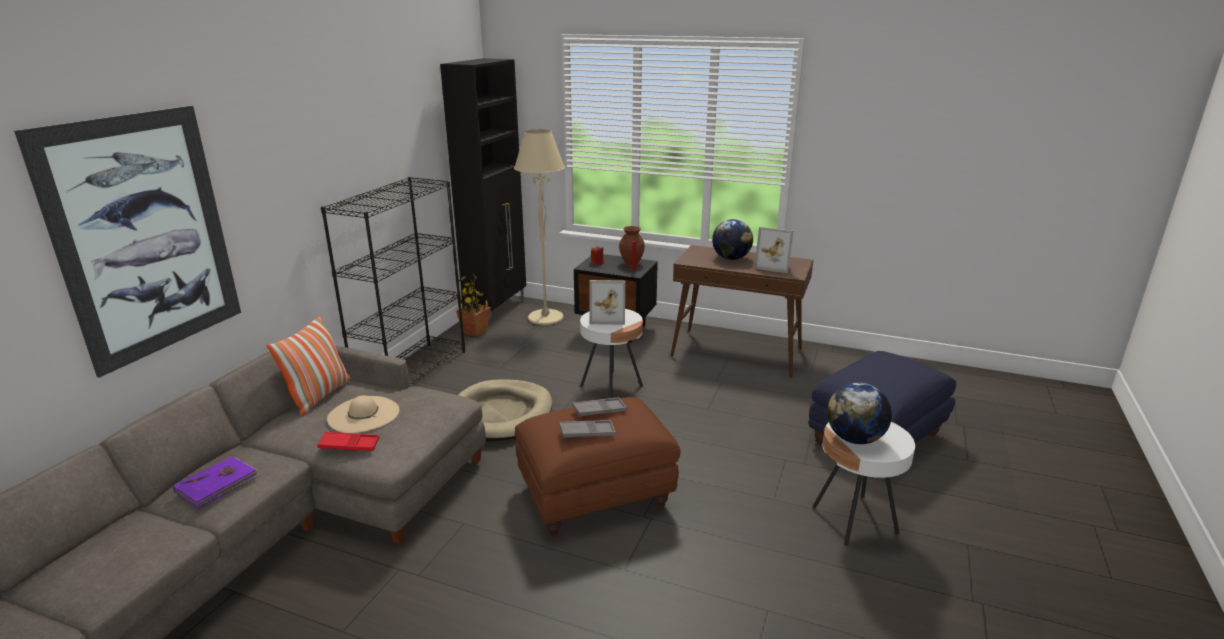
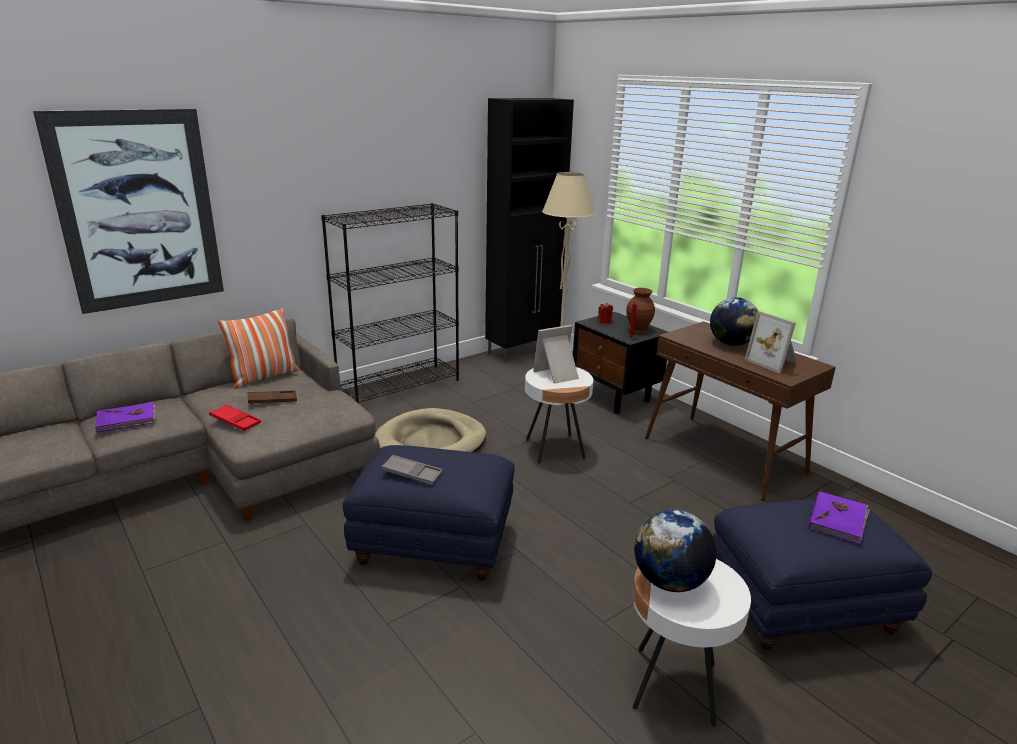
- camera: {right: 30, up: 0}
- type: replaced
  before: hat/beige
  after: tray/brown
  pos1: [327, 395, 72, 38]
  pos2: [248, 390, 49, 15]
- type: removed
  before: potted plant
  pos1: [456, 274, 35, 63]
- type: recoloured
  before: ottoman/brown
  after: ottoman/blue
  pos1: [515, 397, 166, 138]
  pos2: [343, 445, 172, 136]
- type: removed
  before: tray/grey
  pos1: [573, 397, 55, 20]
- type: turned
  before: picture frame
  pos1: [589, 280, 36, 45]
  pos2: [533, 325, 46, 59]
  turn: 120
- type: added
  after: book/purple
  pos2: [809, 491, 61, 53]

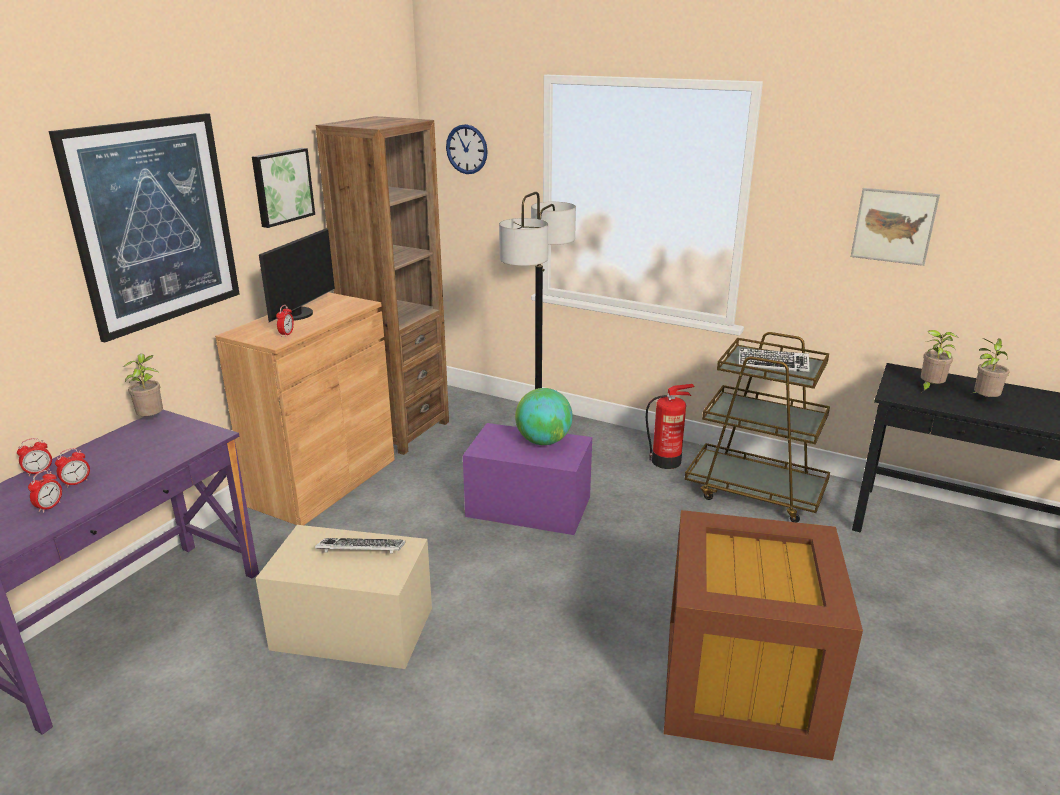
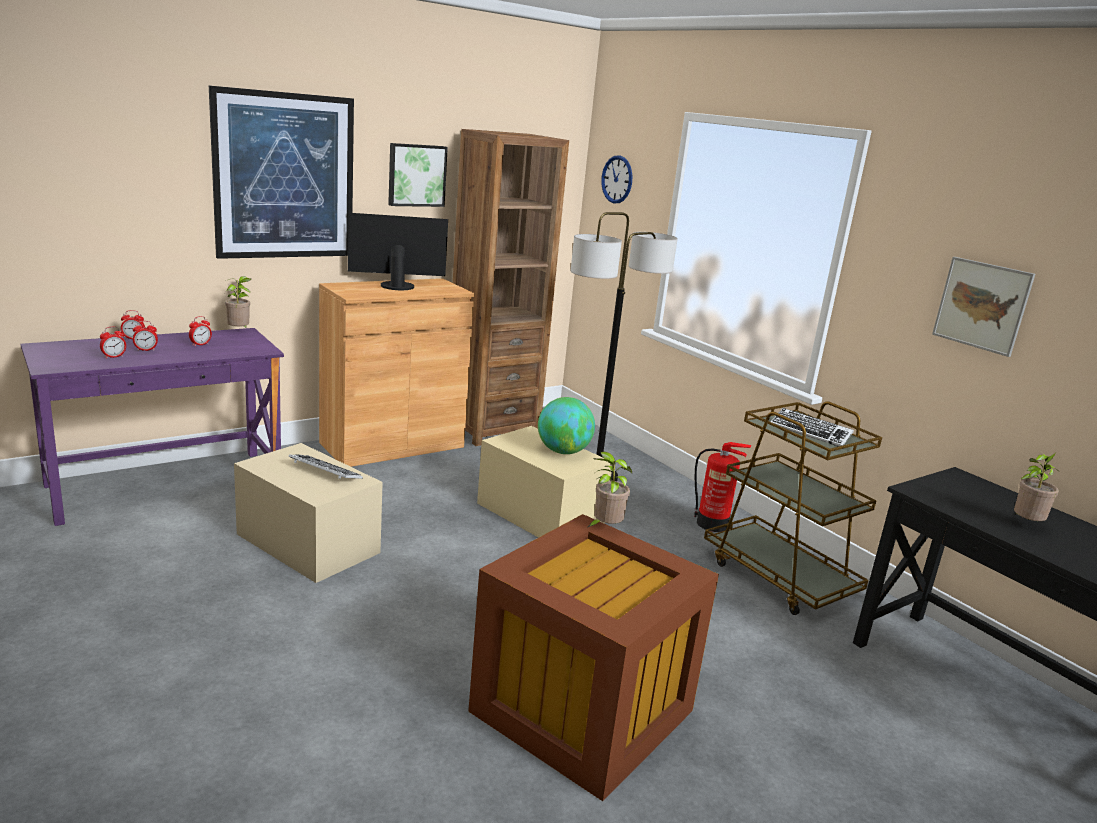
- camera: {right: 25, up: -5}
- type: turned
  before: monitor
  pos1: [259, 228, 76, 94]
  pos2: [348, 213, 100, 77]
  turn: -150
- type: moved
  before: alarm clock
  pos1: [276, 305, 18, 32]
  pos2: [189, 316, 23, 30]
- type: recoloured
  before: storage box/purple
  after: storage box/beige
  pos1: [463, 423, 129, 112]
  pos2: [477, 426, 135, 112]
- type: moved
  before: potted plant
  pos1: [921, 330, 37, 62]
  pos2: [588, 452, 44, 75]

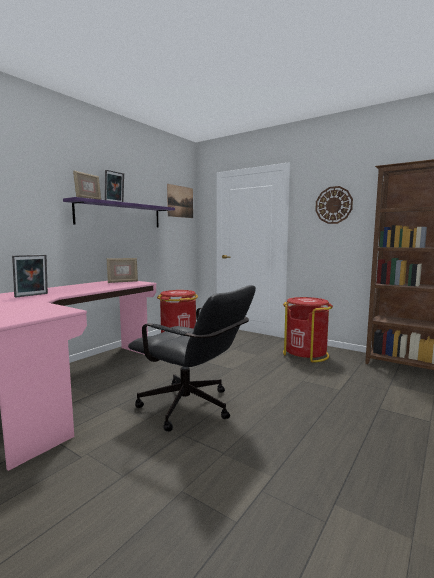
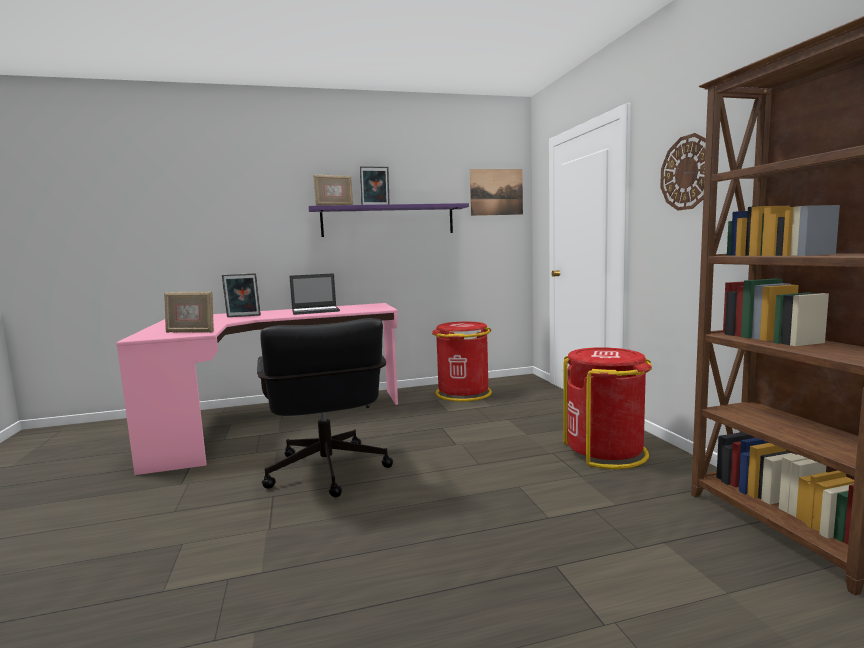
- camera: {right: 40, up: 0}
- type: moved
  before: picture frame
  pos1: [106, 258, 32, 25]
  pos2: [164, 291, 50, 42]
- type: added
  after: laptop
  pos2: [289, 273, 51, 42]

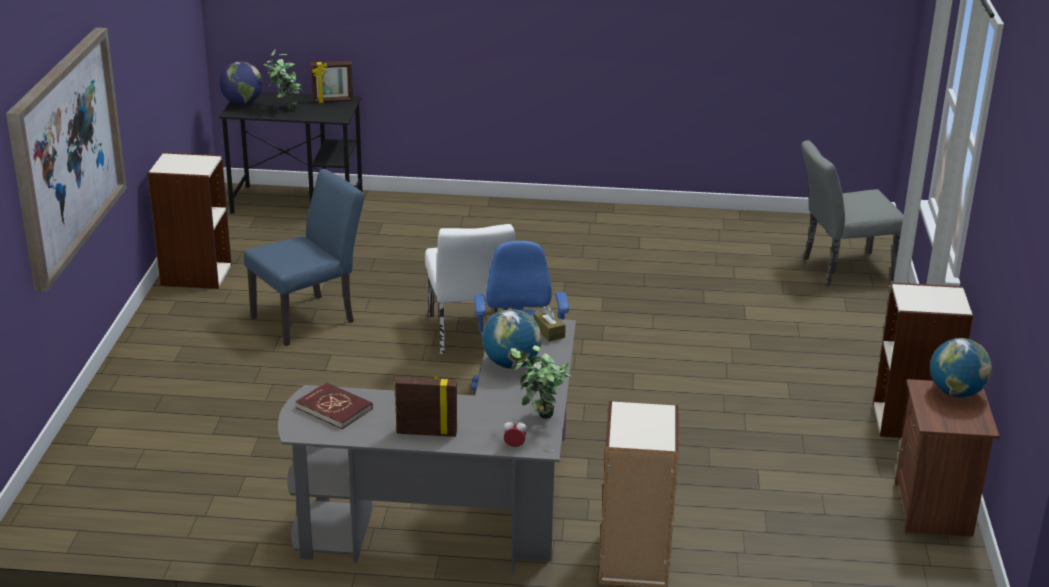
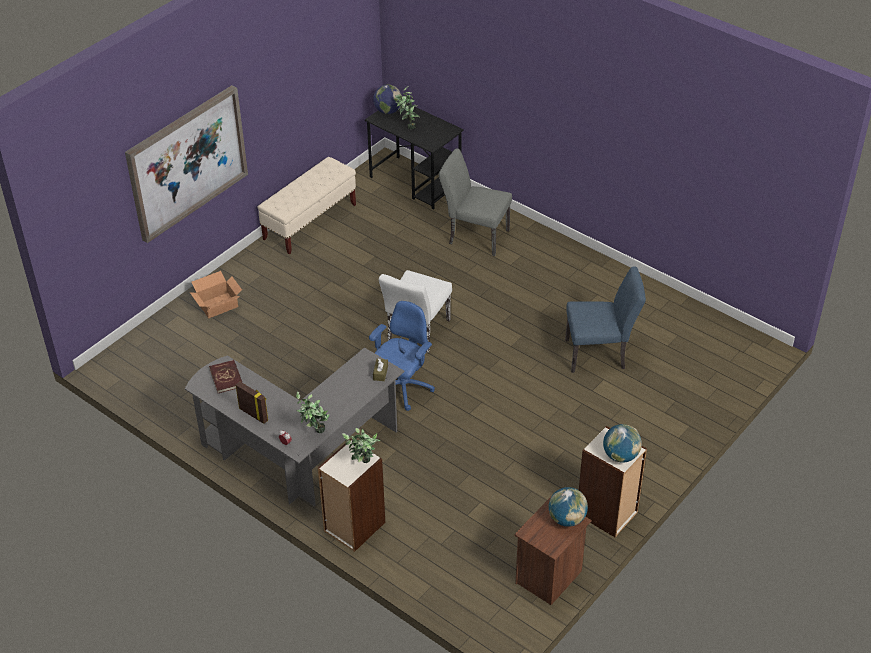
- camera: {right: 35, up: 15}
- type: replaced
  before: bookcase
  after: bench/beige
  pos1: [148, 152, 84, 137]
  pos2: [257, 157, 99, 97]
- type: moved
  before: chair/blue
  pos1: [244, 169, 120, 177]
  pos2: [565, 267, 81, 106]
- type: removed
  before: picture frame
  pos1: [311, 61, 42, 42]
- type: moved
  before: globe
  pos1: [483, 309, 59, 60]
  pos2: [603, 424, 39, 39]
- type: moved
  before: chair/grey
  pos1: [801, 140, 102, 147]
  pos2: [439, 148, 73, 108]
- type: added
  after: cardboard box
  pos2: [190, 271, 52, 47]
- type: added
  after: potted plant
  pos2: [342, 428, 39, 35]

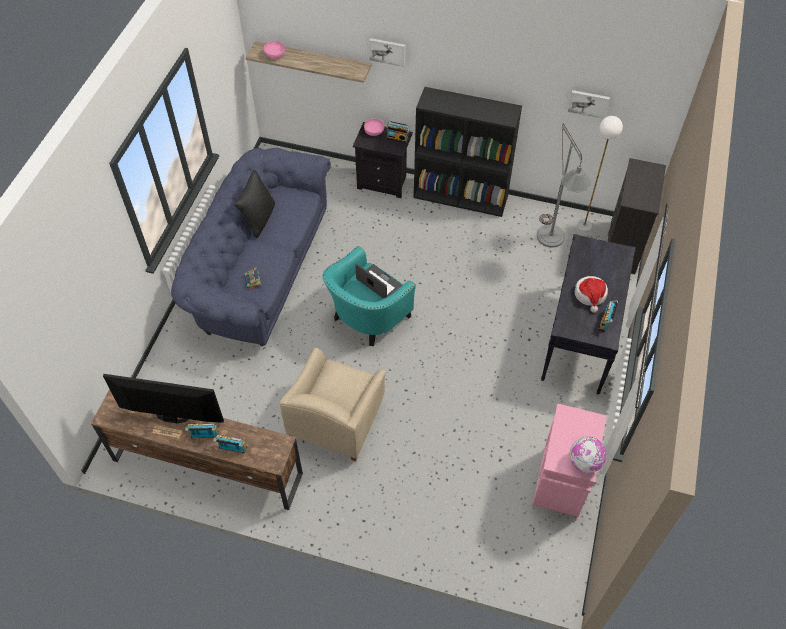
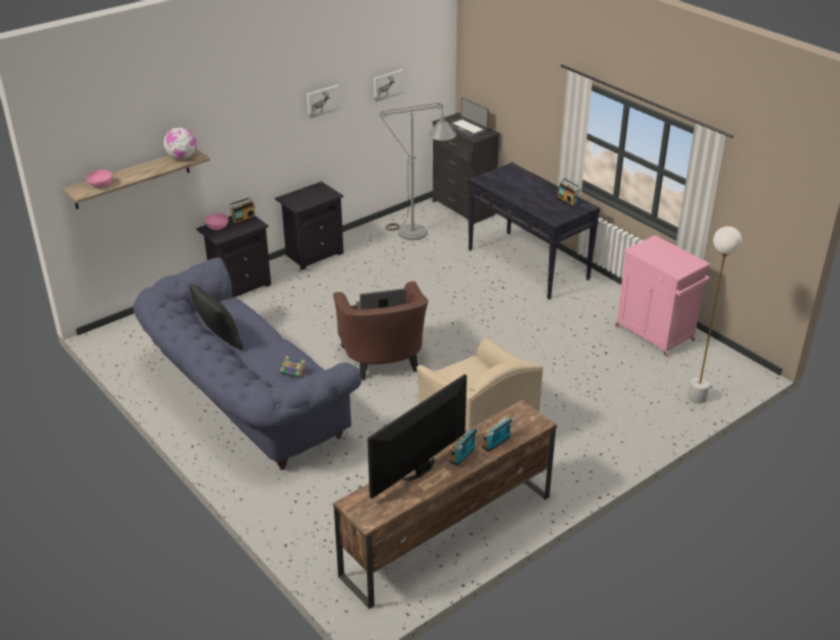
- camera: {right: -55, up: -20}
- type: recoloured
  before: armchair/turquoise
  after: armchair/brown
  pos1: [323, 246, 93, 100]
  pos2: [333, 281, 95, 99]
- type: moved
  before: picture
  pos1: [369, 38, 37, 29]
  pos2: [307, 84, 34, 35]
- type: replaced
  before: bookcase/black
  after: nightstand/black
  pos1: [414, 87, 108, 130]
  pos2: [275, 181, 69, 89]
- type: moved
  before: globe
  pos1: [570, 437, 37, 36]
  pos2: [163, 127, 34, 33]
- type: moved
  before: floor lamp/white
  pos1: [575, 116, 48, 121]
  pos2: [688, 226, 54, 178]
- type: removed
  before: hat
  pos1: [575, 276, 33, 37]
- type: added
  after: laptop
  pos2: [448, 98, 41, 40]

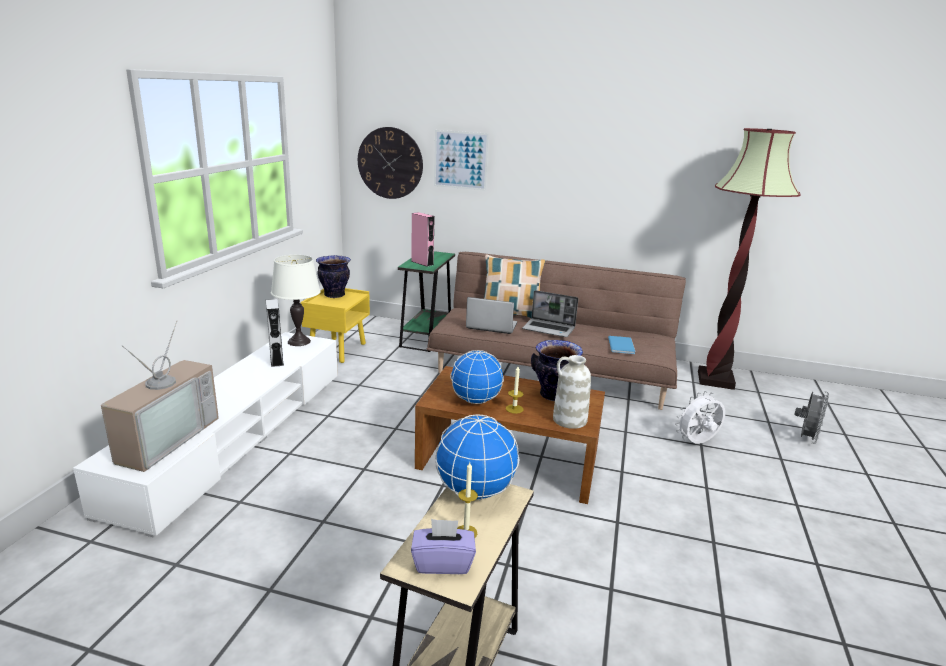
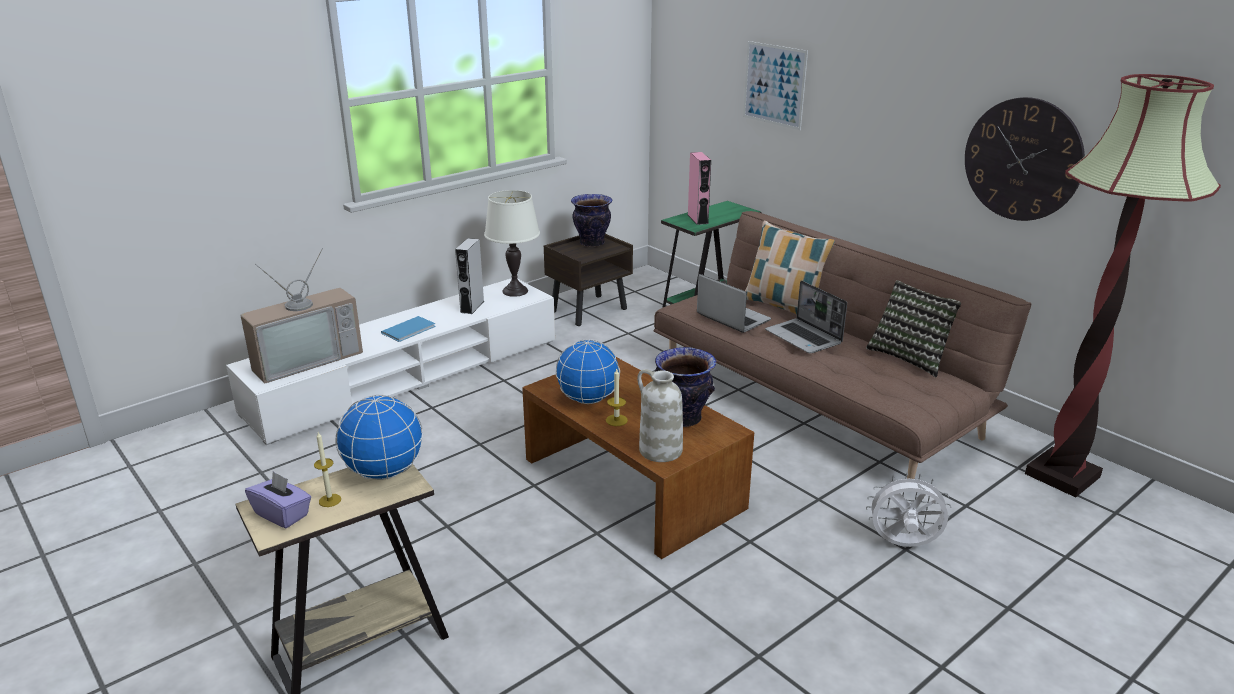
- camera: {right: 35, up: 5}
- type: recoloured
  before: nightstand/yellow
  after: nightstand/brown
  pos1: [300, 288, 70, 75]
  pos2: [544, 234, 89, 92]
- type: moved
  before: wall clock
  pos1: [358, 127, 65, 72]
  pos2: [965, 97, 120, 124]
- type: moved
  before: book/blue
  pos1: [608, 336, 27, 18]
  pos2: [381, 316, 54, 26]
- type: removed
  before: fan/grey
  pos1: [794, 391, 35, 53]
- type: added
  after: pillow
  pos2: [866, 280, 95, 97]

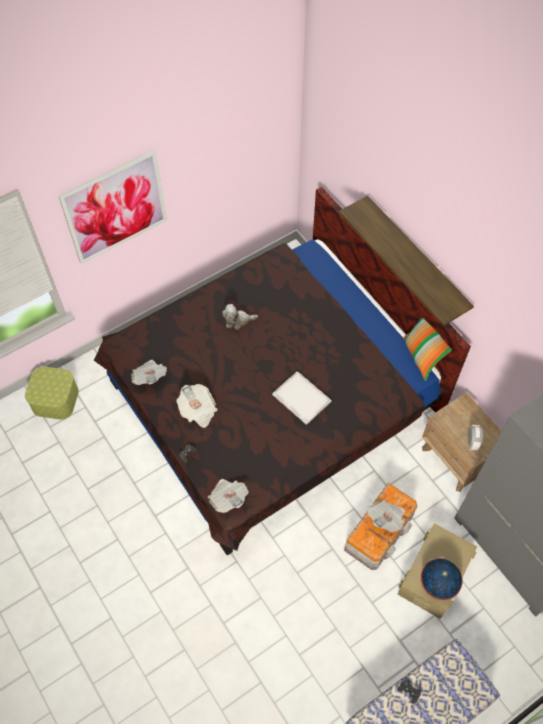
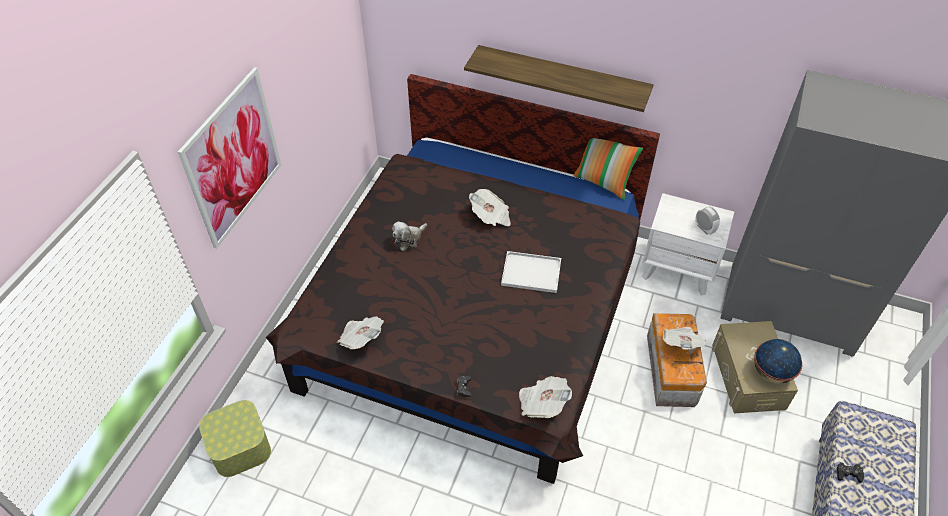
- camera: {right: -35, up: -10}
- type: moved
  before: newspaper
  pos1: [176, 384, 42, 44]
  pos2: [469, 189, 41, 37]
- type: recoloured
  before: nightstand/brown
  after: nightstand/white
  pos1: [422, 392, 80, 100]
  pos2: [642, 193, 92, 102]

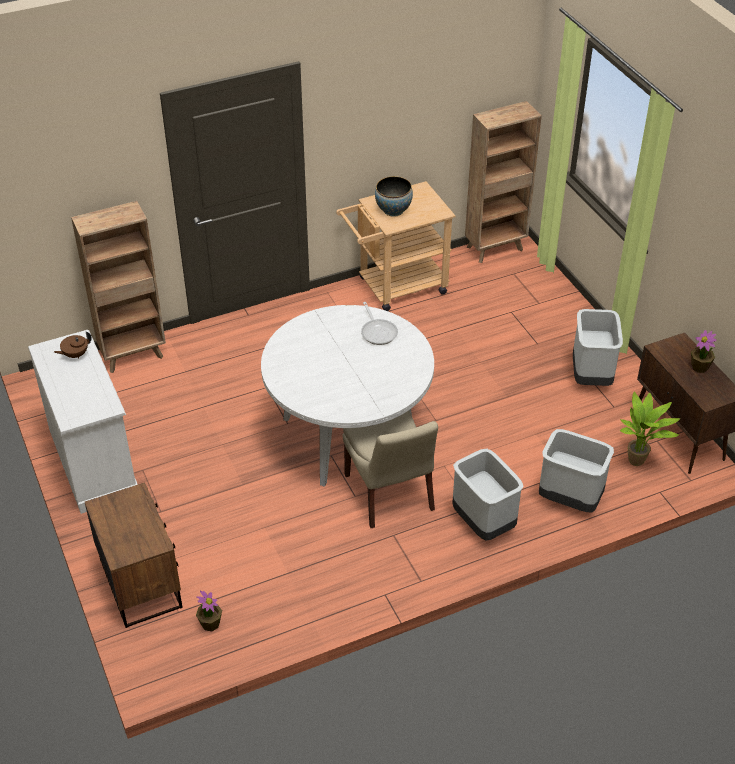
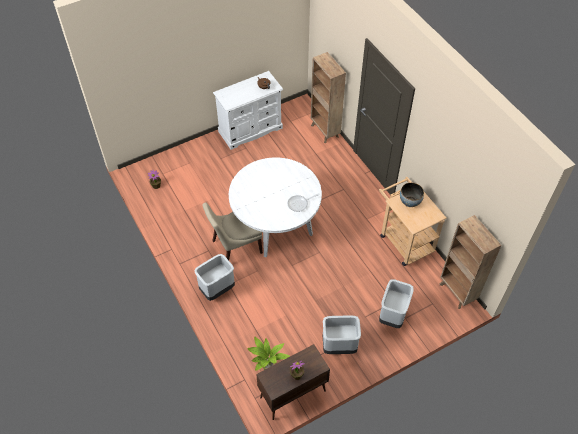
- camera: {right: 85, up: 10}
- type: removed
  before: nightstand/brown
  pos1: [85, 482, 97, 146]
- type: moved
  before: trash can/grey
  pos1: [539, 429, 75, 83]
  pos2: [379, 279, 35, 49]

